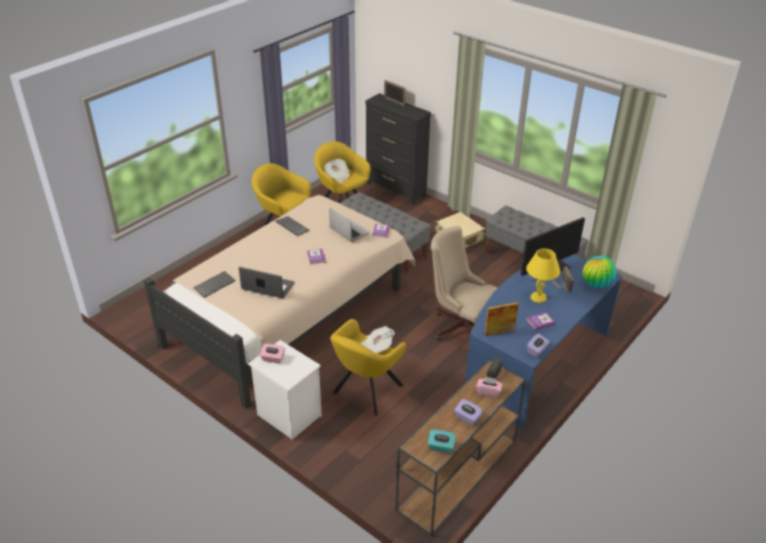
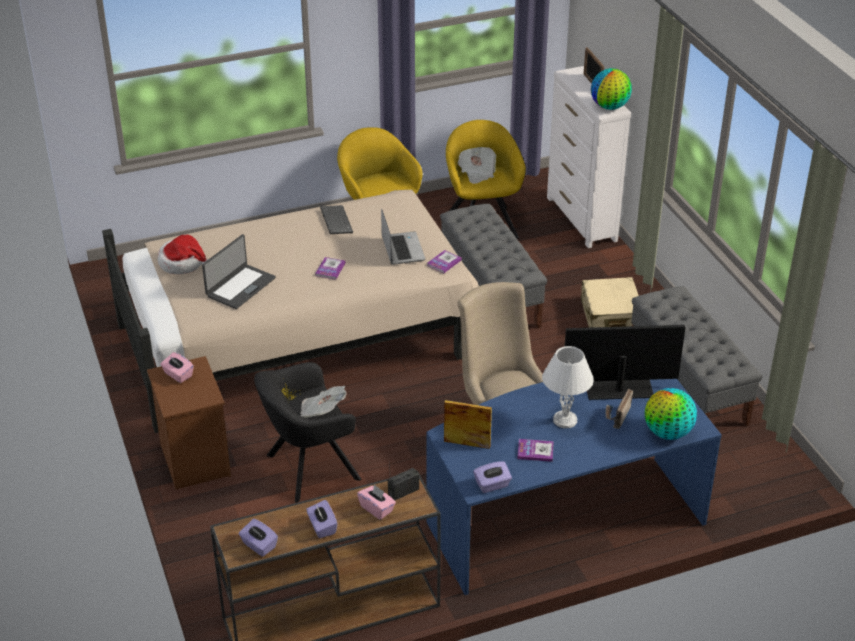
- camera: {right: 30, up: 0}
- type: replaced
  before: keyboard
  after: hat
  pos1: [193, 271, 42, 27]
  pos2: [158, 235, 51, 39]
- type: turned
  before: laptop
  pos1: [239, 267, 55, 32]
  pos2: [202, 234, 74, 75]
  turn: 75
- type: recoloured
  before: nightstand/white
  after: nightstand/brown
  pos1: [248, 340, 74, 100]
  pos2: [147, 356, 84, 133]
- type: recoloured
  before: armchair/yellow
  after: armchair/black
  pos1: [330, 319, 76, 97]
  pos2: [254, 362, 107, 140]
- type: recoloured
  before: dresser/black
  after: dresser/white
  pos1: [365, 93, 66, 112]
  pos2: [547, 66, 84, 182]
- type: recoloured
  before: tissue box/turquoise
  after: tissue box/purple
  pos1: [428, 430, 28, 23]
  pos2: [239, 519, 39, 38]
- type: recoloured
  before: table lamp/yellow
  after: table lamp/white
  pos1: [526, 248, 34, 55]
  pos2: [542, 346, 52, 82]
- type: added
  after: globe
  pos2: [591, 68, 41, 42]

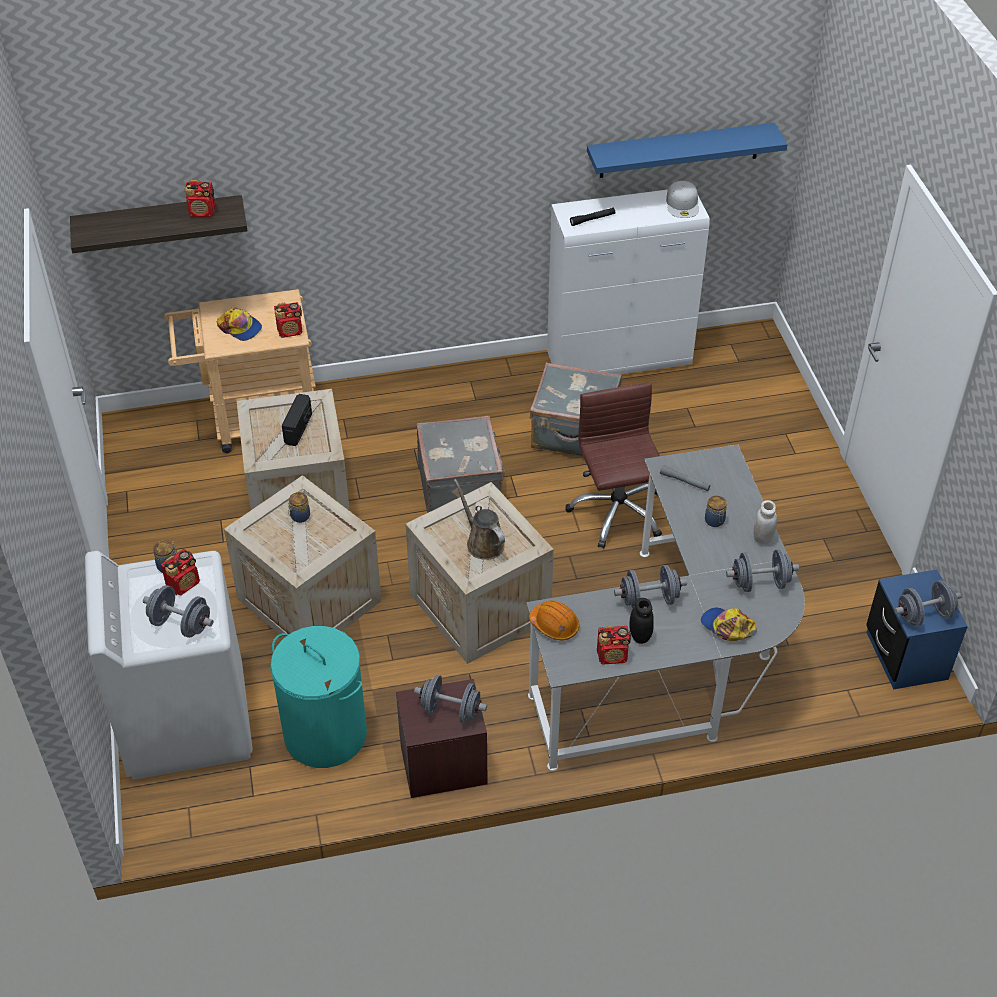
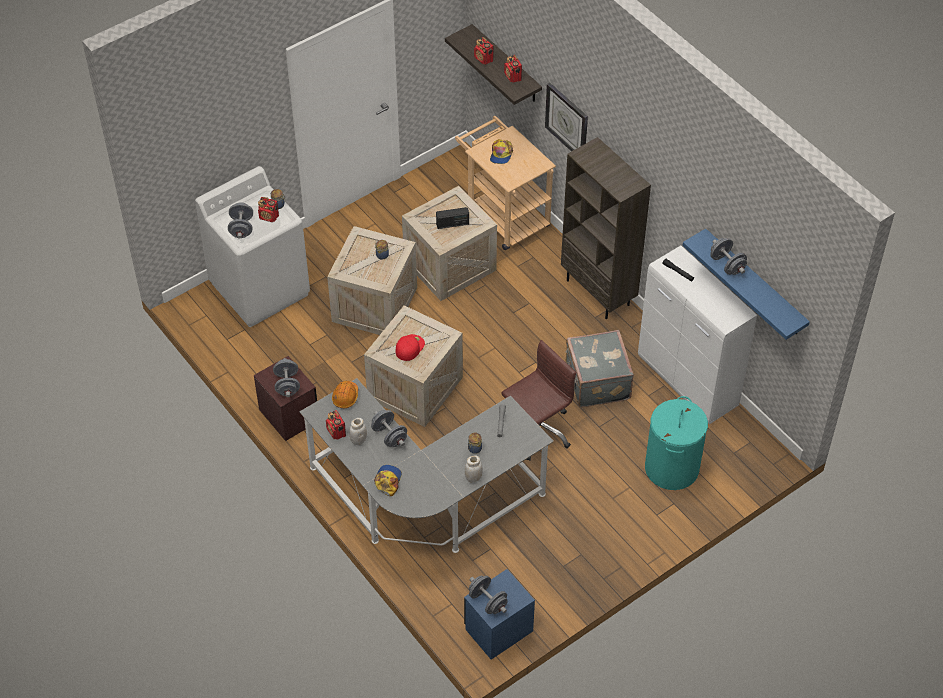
- camera: {right: 65, up: 5}
- type: moved
  before: laundry basket/turquoise
  pos1: [270, 626, 97, 142]
  pos2: [645, 396, 63, 94]
- type: moved
  before: radio
  pos1: [274, 302, 29, 36]
  pos2: [474, 37, 20, 28]
- type: removed
  before: suitcase/grey
  pos1: [416, 416, 89, 97]
- type: replaced
  before: watering can/brown
  after: cap/red
  pos1: [454, 479, 51, 81]
  pos2: [396, 334, 29, 27]
- type: recoloured
  before: jar/black
  after: jar/white
  pos1: [629, 598, 25, 46]
  pos2: [349, 418, 18, 27]
- type: removed
  before: cap/white
  pos1: [666, 181, 33, 37]
- type: moved
  before: dumbbell/grey
  pos1: [726, 549, 73, 43]
  pos2: [710, 238, 37, 37]
- type: added
  after: wall clock
  pos2: [545, 83, 43, 68]
- type: added
  after: bookcase/brown
  pos2: [561, 137, 90, 182]

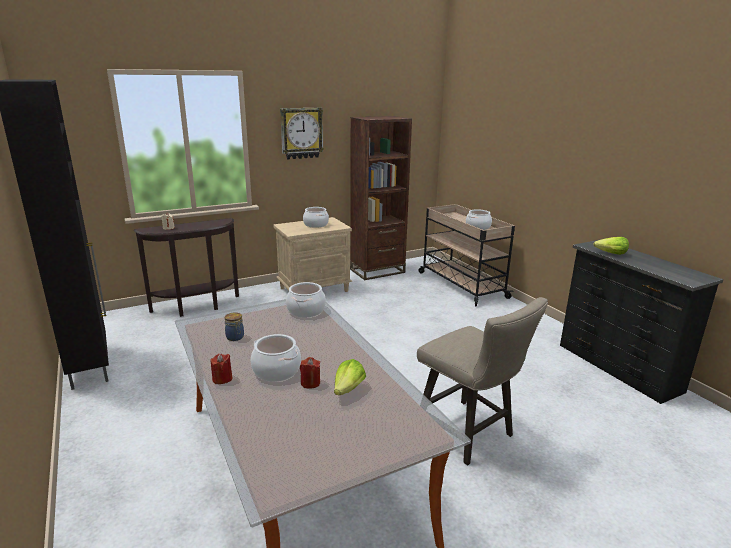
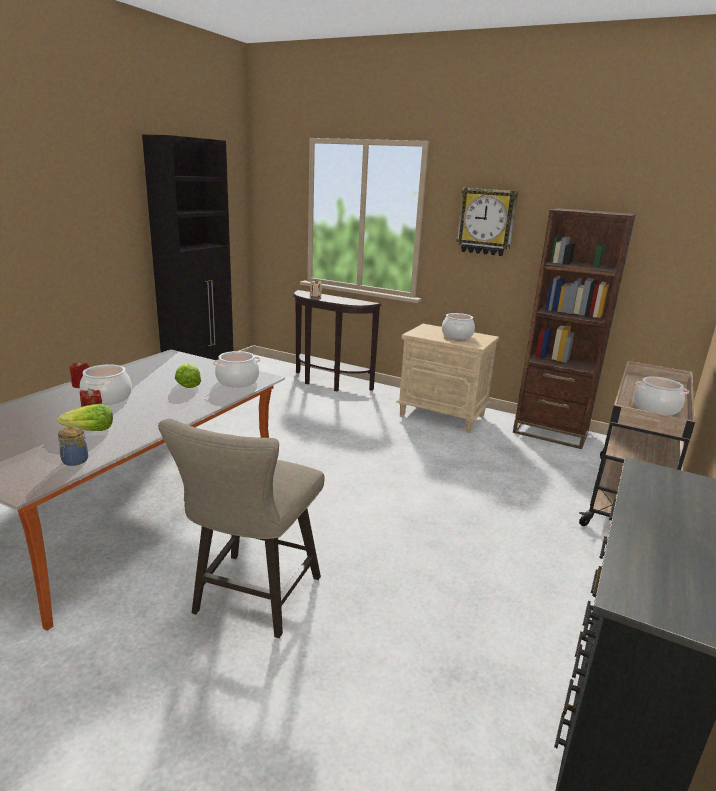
- camera: {right: 55, up: 0}
- type: moved
  before: jar
  pos1: [225, 312, 19, 29]
  pos2: [58, 427, 30, 39]
- type: moved
  before: lettuce
  pos1: [593, 237, 36, 18]
  pos2: [175, 363, 26, 25]

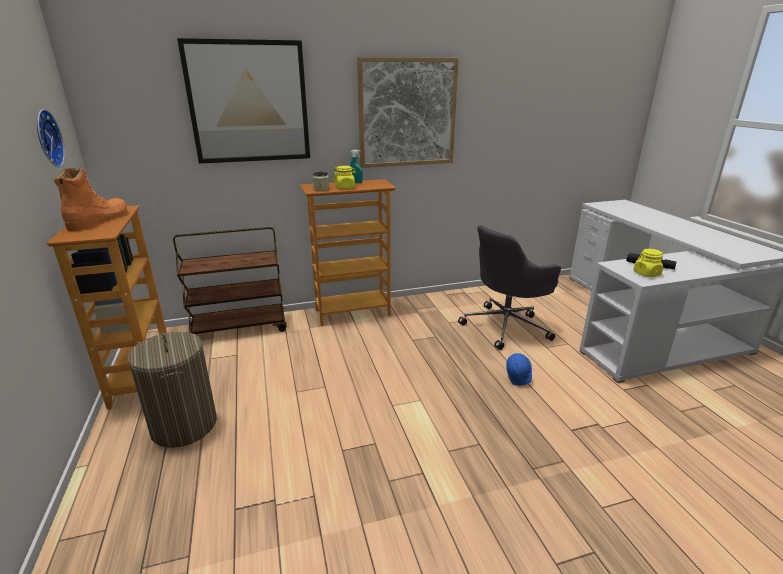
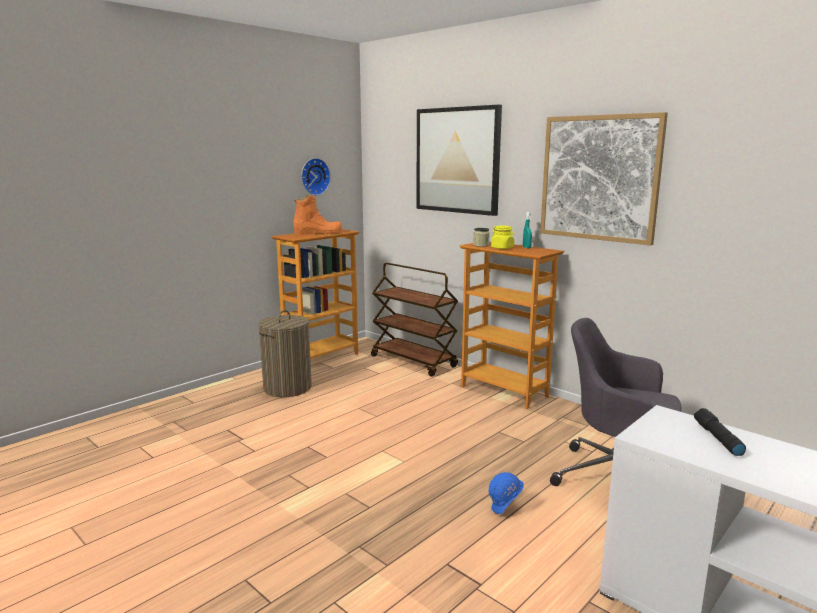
- camera: {right: 60, up: -10}
- type: removed
  before: jar/yellow
  pos1: [633, 249, 30, 28]

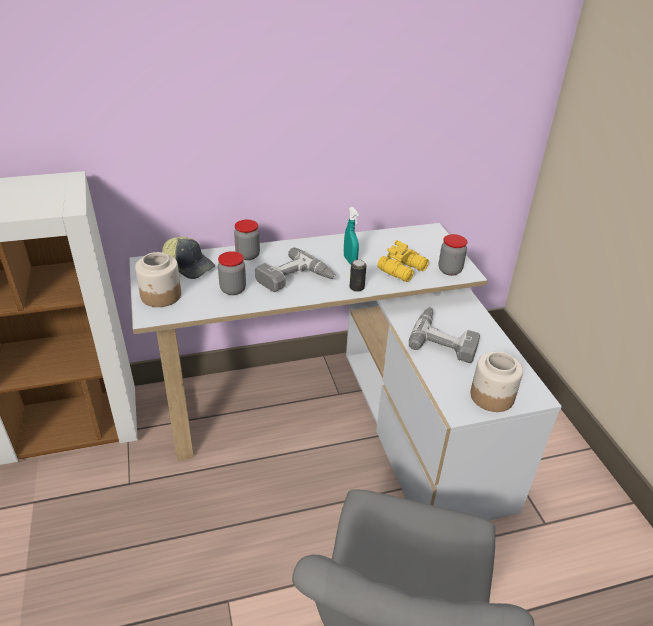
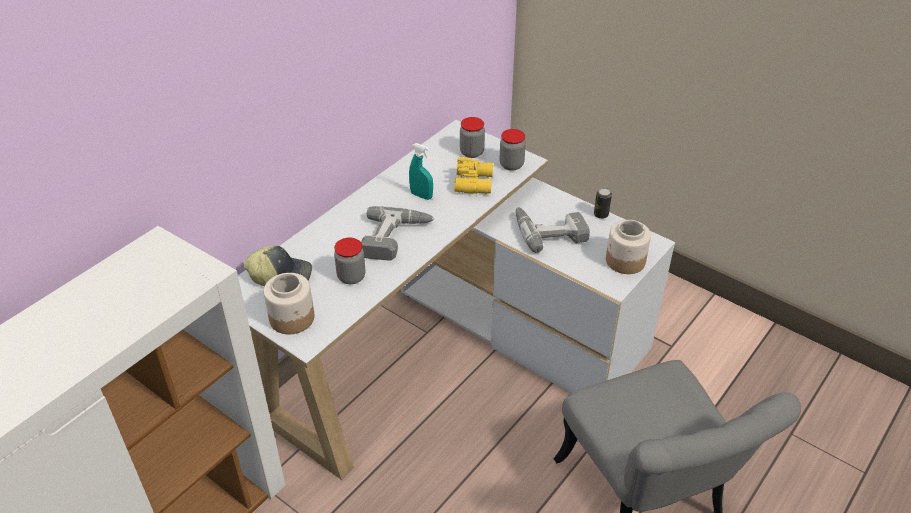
- camera: {right: -35, up: 5}
- type: moved
  before: jar
  pos1: [234, 220, 26, 40]
  pos2: [460, 117, 25, 41]
- type: moved
  before: can
  pos1: [349, 259, 18, 33]
  pos2: [594, 188, 18, 31]

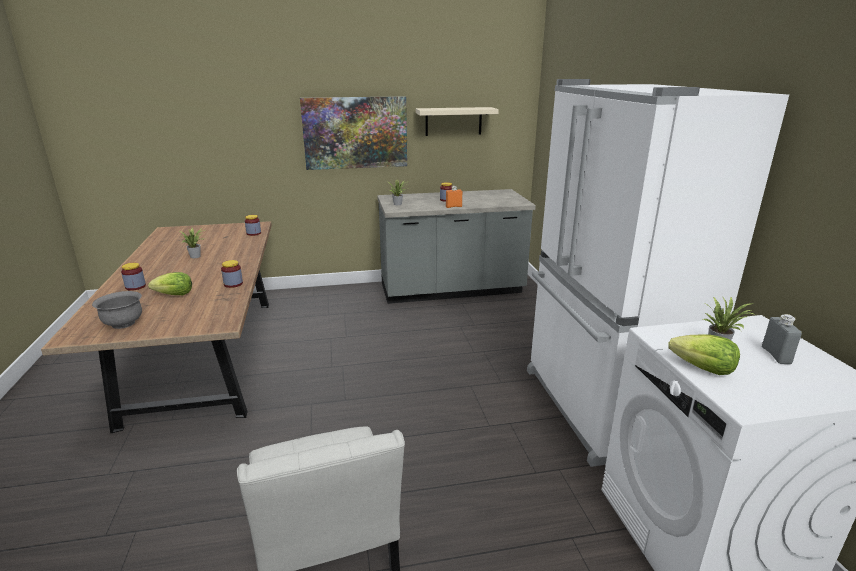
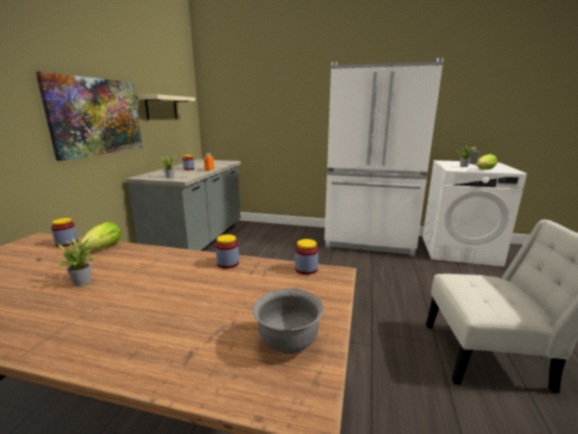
- camera: {right: -65, up: -5}
- type: moved
  before: jar
  pos1: [121, 263, 25, 28]
  pos2: [295, 239, 23, 36]
- type: moved
  before: lettuce
  pos1: [148, 272, 44, 23]
  pos2: [79, 222, 42, 28]

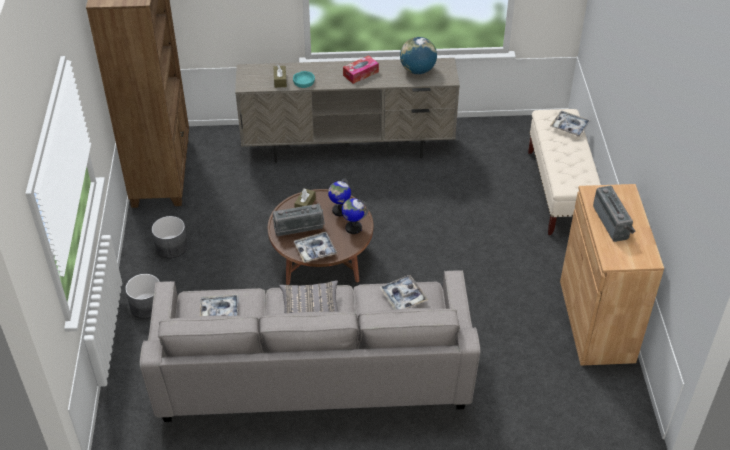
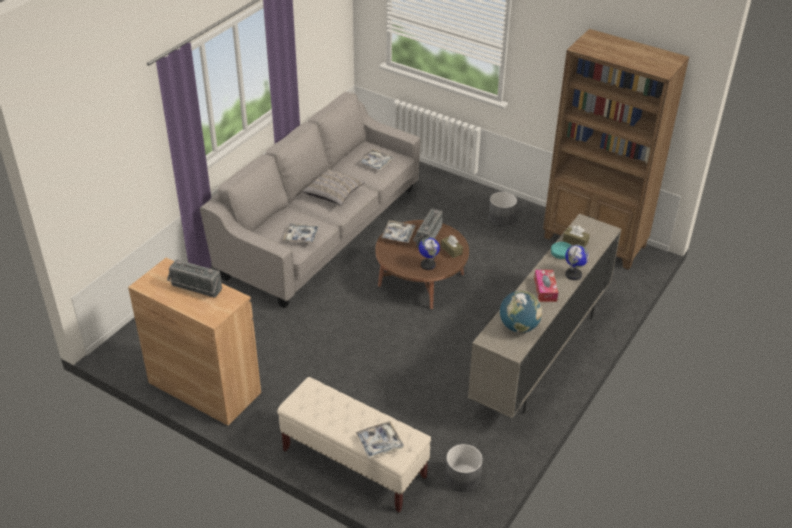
- camera: {right: 125, up: -5}
- type: moved
  before: planter/grey
  pos1: [125, 274, 35, 45]
  pos2: [445, 444, 38, 48]
- type: moved
  before: globe
  pos1: [342, 198, 27, 36]
  pos2: [565, 244, 24, 36]

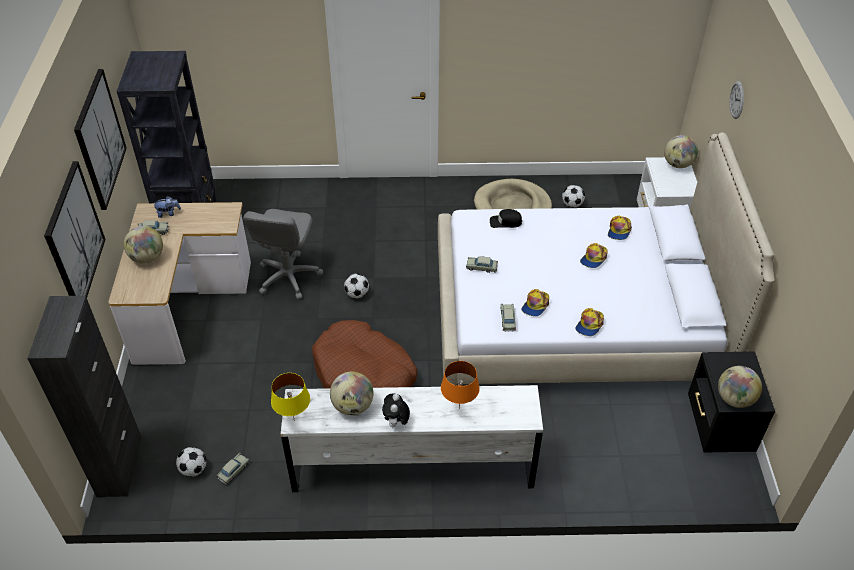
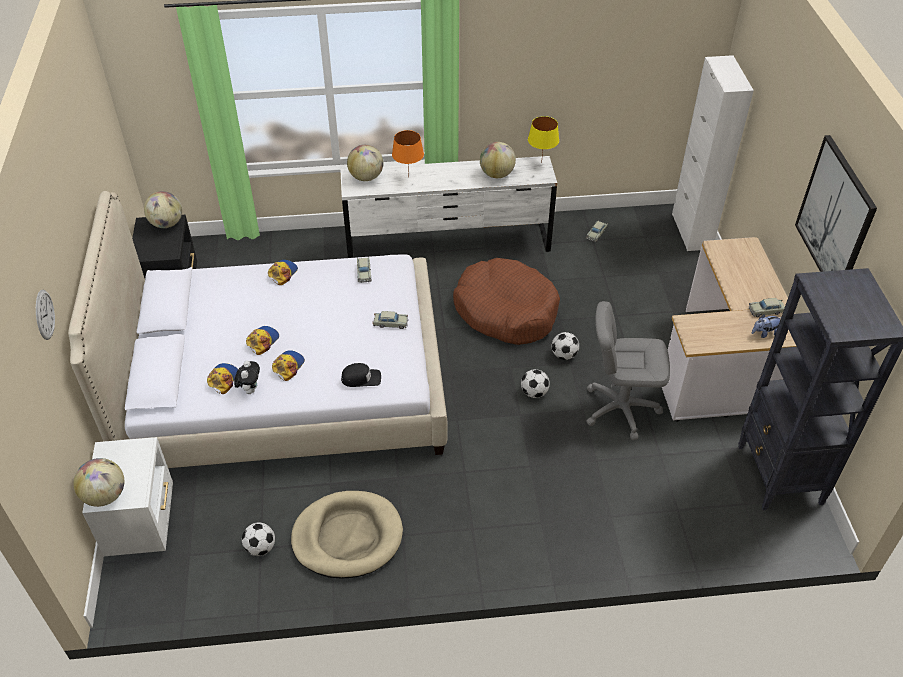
- camera: {right: 175, up: 0}
- type: recoloured
  before: cabinet/black
  after: cabinet/white
  pos1: [27, 296, 115, 201]
  pos2: [672, 55, 82, 196]
- type: removed
  before: picture
  pos1: [44, 161, 62, 137]
- type: moved
  before: globe
  pos1: [124, 226, 39, 38]
  pos2: [347, 145, 36, 36]
- type: moved
  before: football
  pos1: [176, 447, 31, 30]
  pos2: [552, 332, 27, 28]
- type: turned
  before: office chair/grey
  pos1: [243, 209, 80, 91]
  pos2: [586, 301, 84, 139]
  turn: -90
- type: moved
  before: plush toy
  pos1: [382, 393, 28, 34]
  pos2: [234, 361, 26, 33]
- type: moved
  before: cap
  pos1: [522, 289, 27, 27]
  pos2: [272, 350, 33, 31]

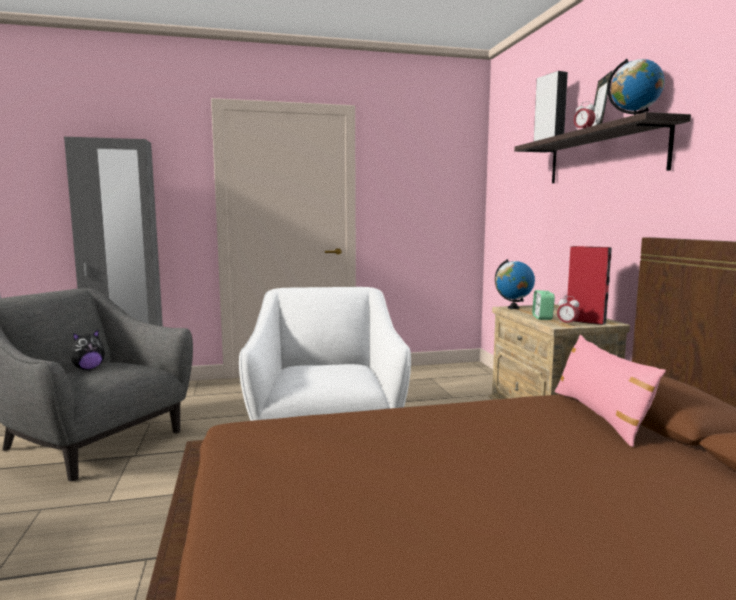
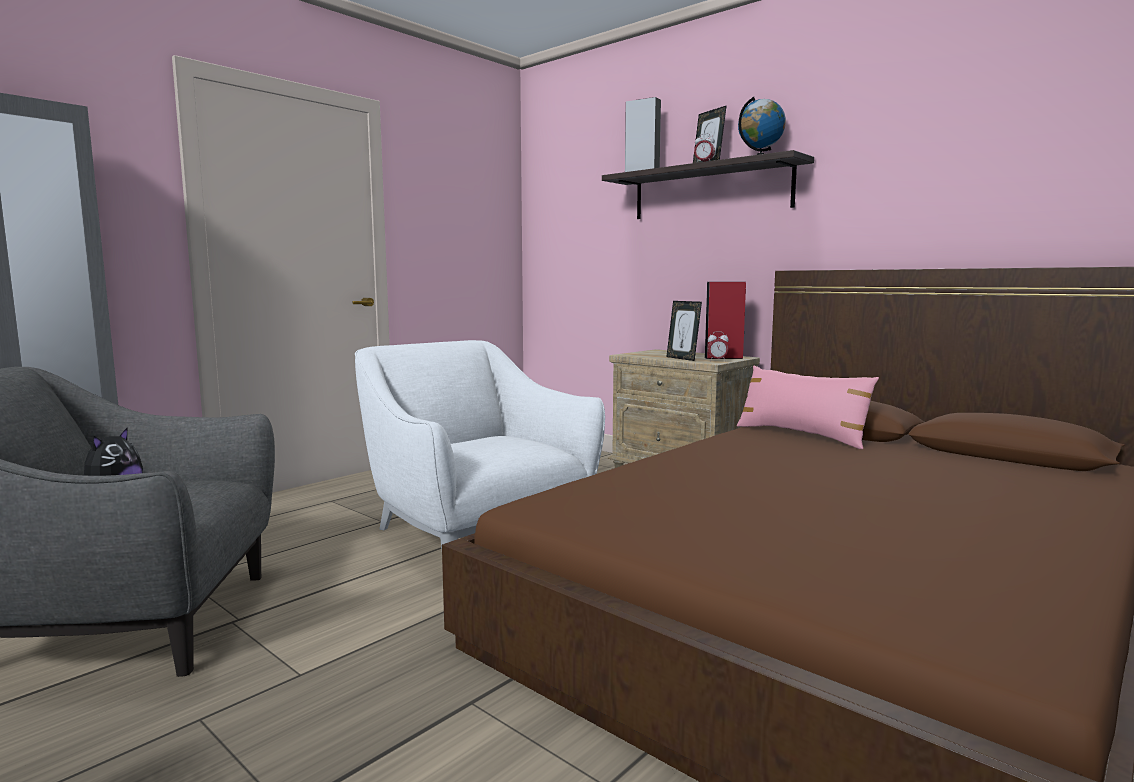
- camera: {right: -35, up: 0}
- type: removed
  before: globe
  pos1: [495, 259, 40, 50]
- type: replaced
  before: alarm clock
  after: picture frame
  pos1: [532, 290, 23, 30]
  pos2: [666, 301, 36, 60]

